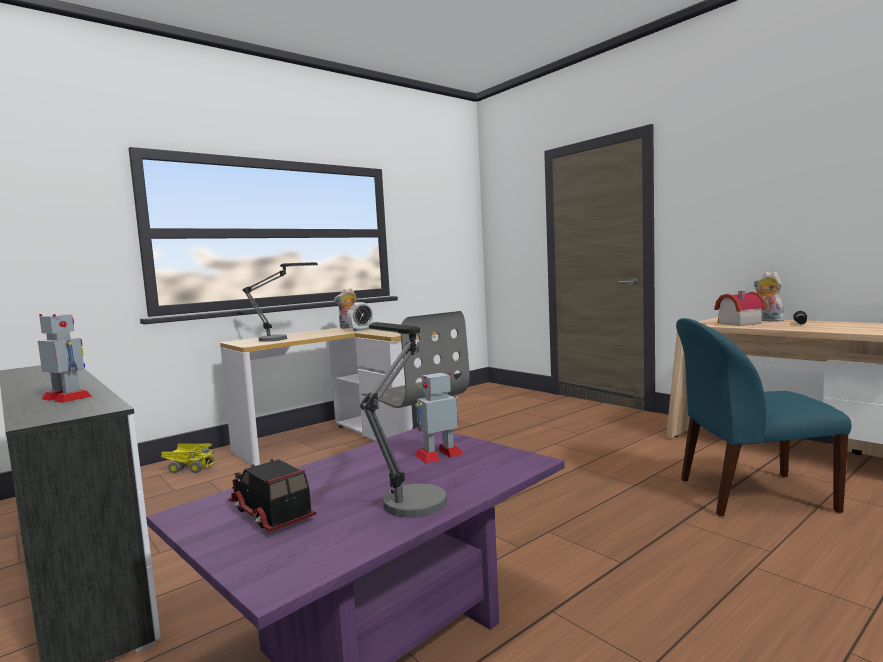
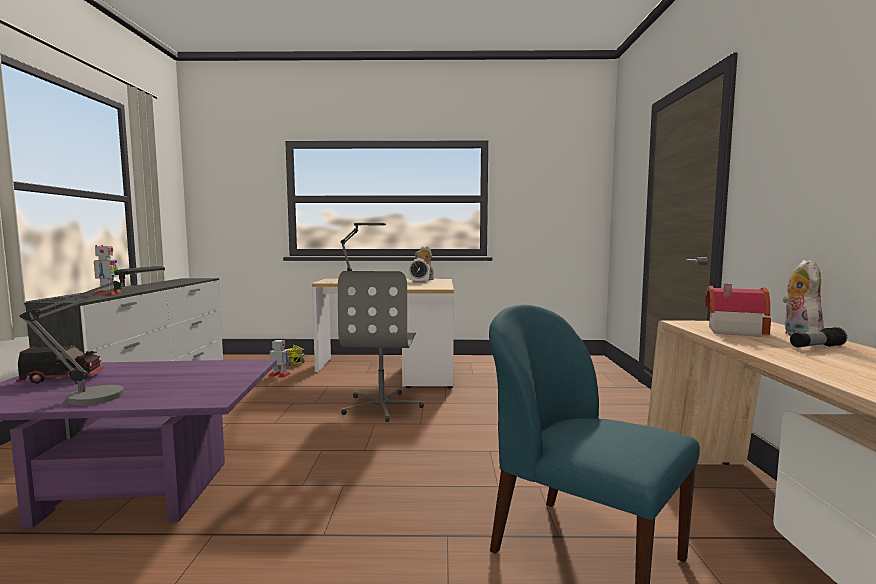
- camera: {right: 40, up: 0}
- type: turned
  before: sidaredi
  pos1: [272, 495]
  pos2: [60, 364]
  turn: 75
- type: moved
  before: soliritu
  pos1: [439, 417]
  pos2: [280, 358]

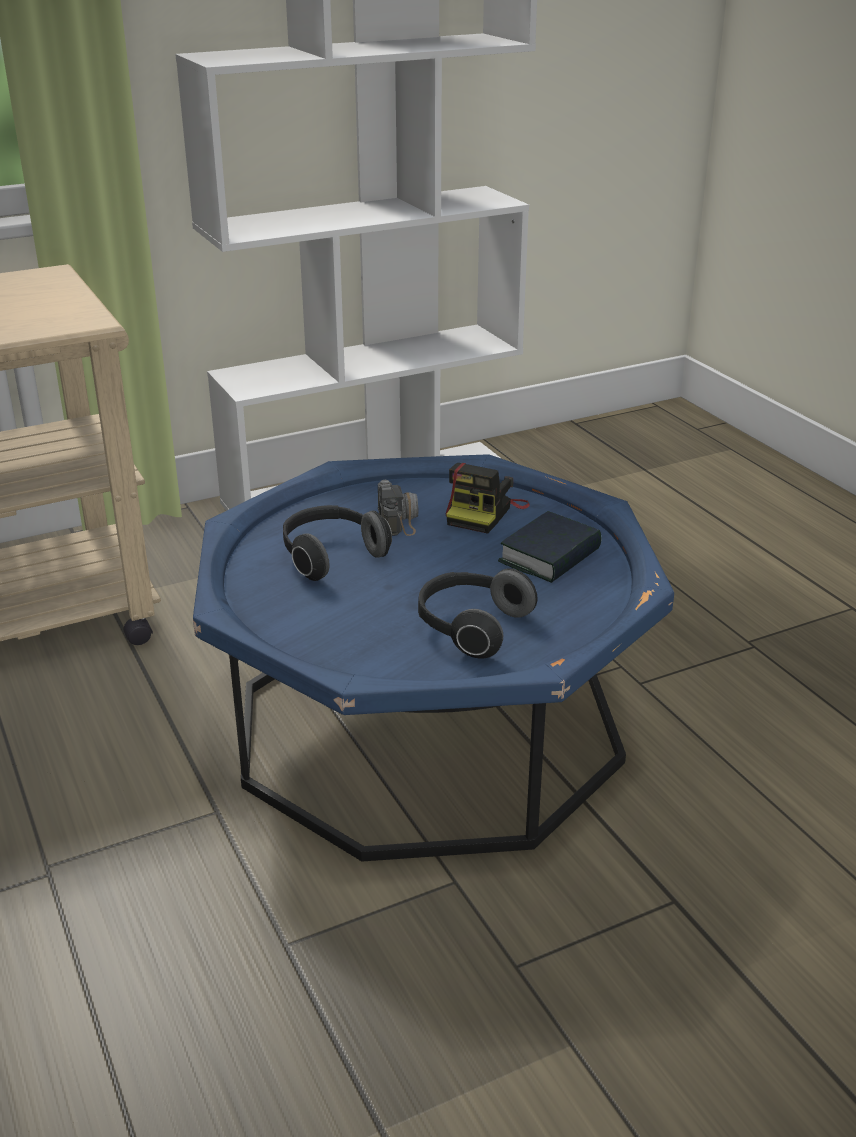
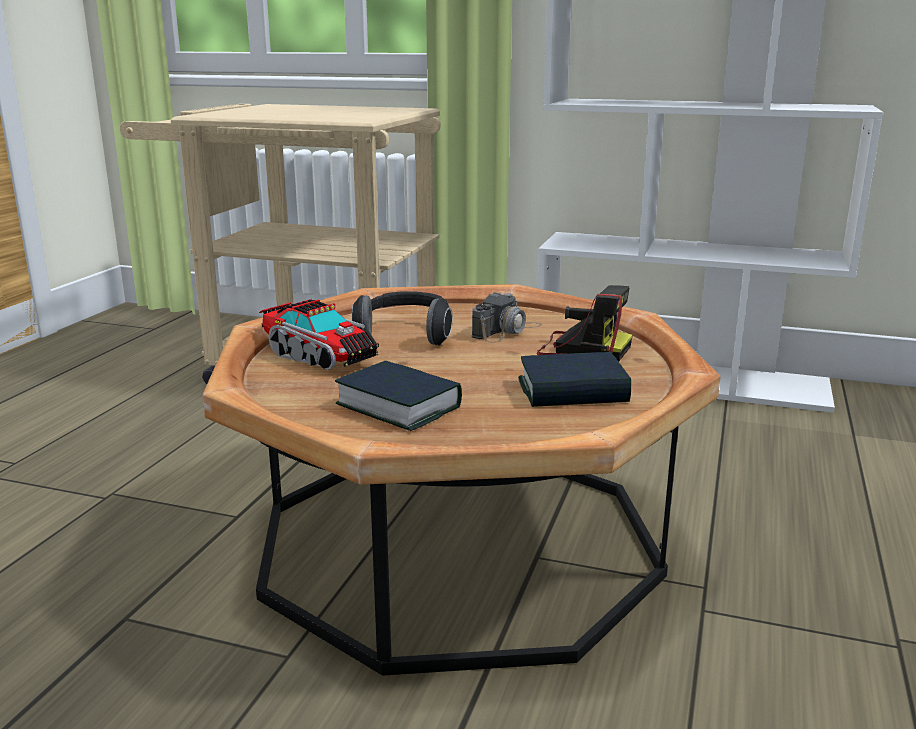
- camera: {right: 45, up: -10}
- type: recoloured
  before: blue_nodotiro
  after: brown_nodotiro
  pos1: [433, 658]
  pos2: [461, 480]
- type: replaced
  before: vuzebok
  after: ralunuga
  pos1: [477, 613]
  pos2: [398, 396]
- type: turned
  before: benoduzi
  pos1: [488, 498]
  pos2: [584, 323]
  turn: -135
- type: added
  after: sidaredi
  pos2: [319, 334]

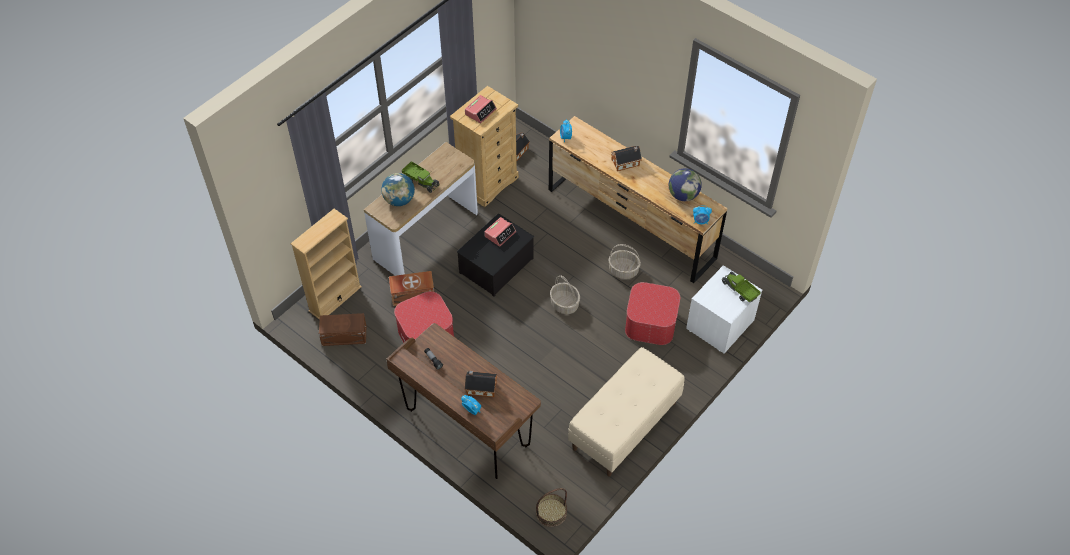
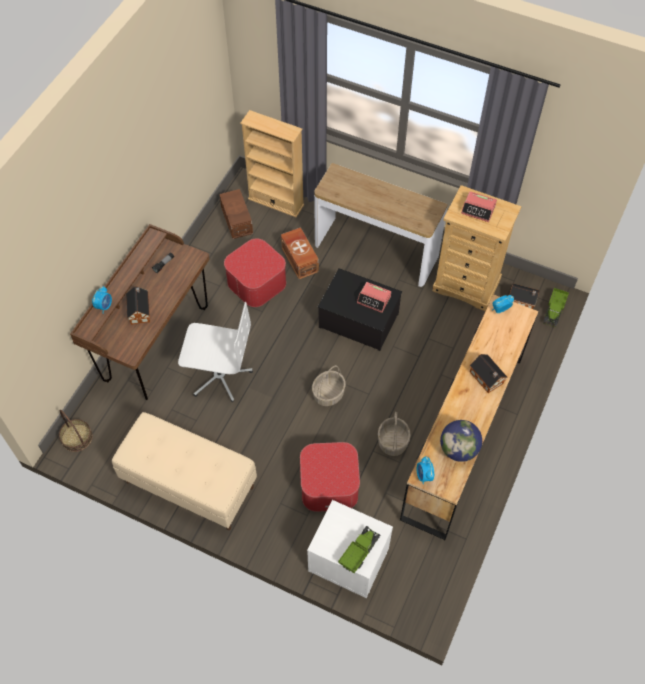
- camera: {right: 75, up: 5}
- type: removed
  before: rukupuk
  pos1: [398, 189]
- type: moved
  before: sidaredi
  pos1: [421, 177]
  pos2: [556, 307]
- type: added
  after: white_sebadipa
  pos2: [215, 352]

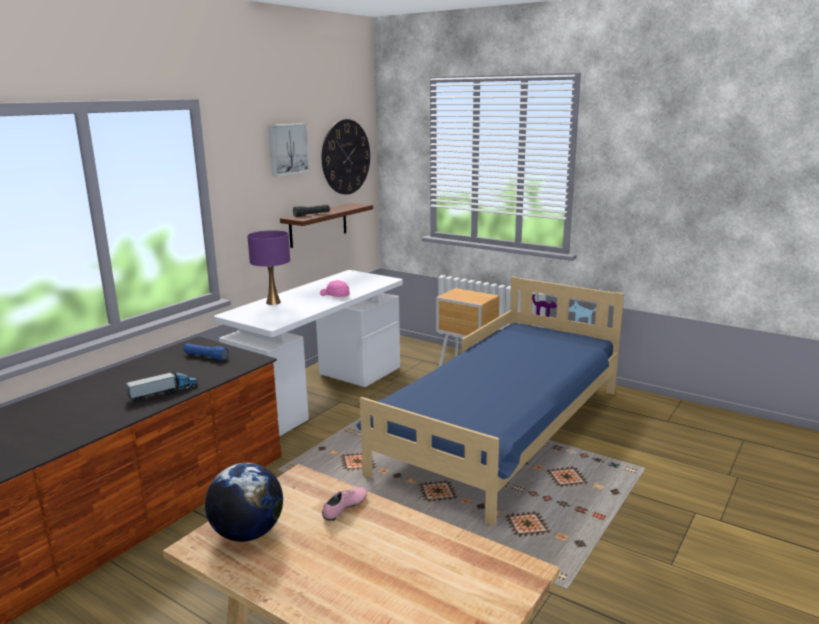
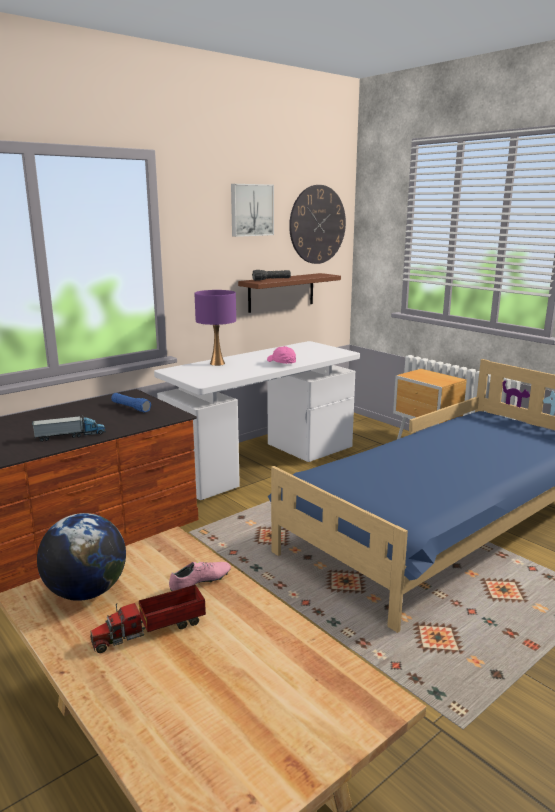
- camera: {right: 15, up: 0}
- type: added
  after: sidaredi
  pos2: [148, 619]

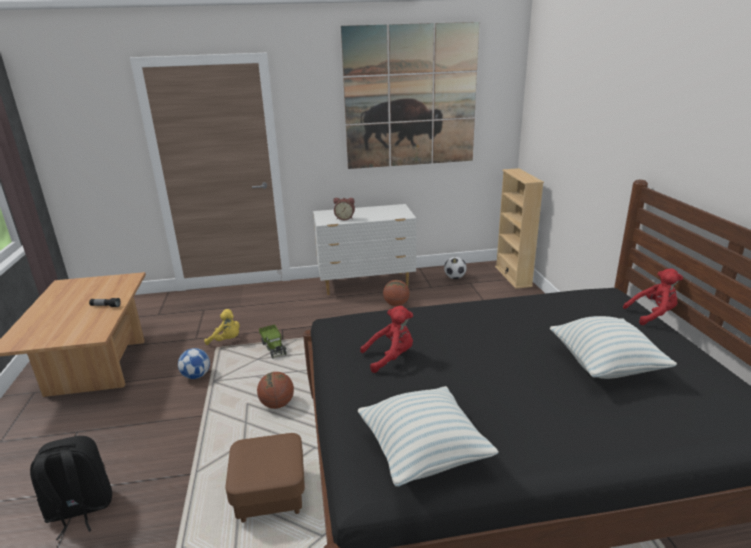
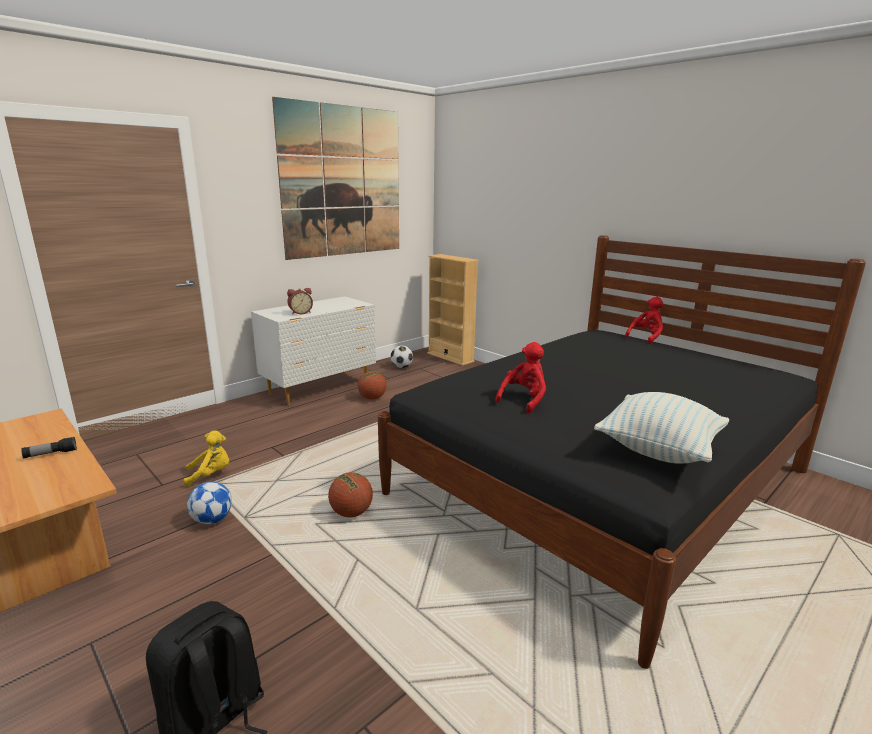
- camera: {right: -35, up: -5}
- type: removed
  before: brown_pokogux
  pos1: [265, 477]
- type: removed
  before: sidaredi
  pos1: [272, 341]
- type: removed
  before: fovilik
  pos1: [613, 347]

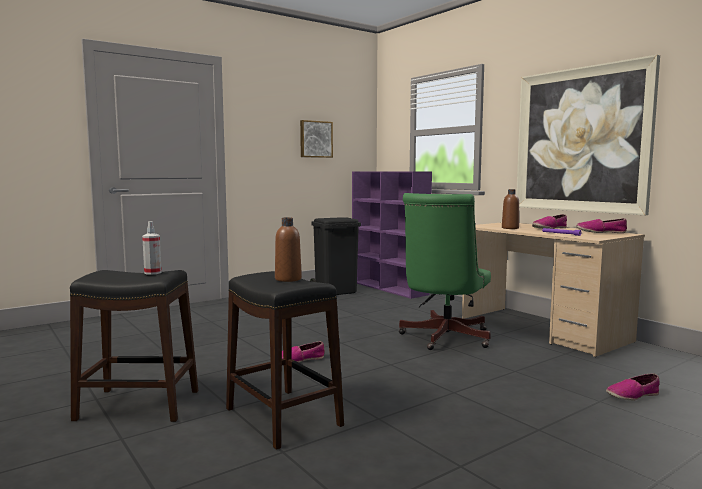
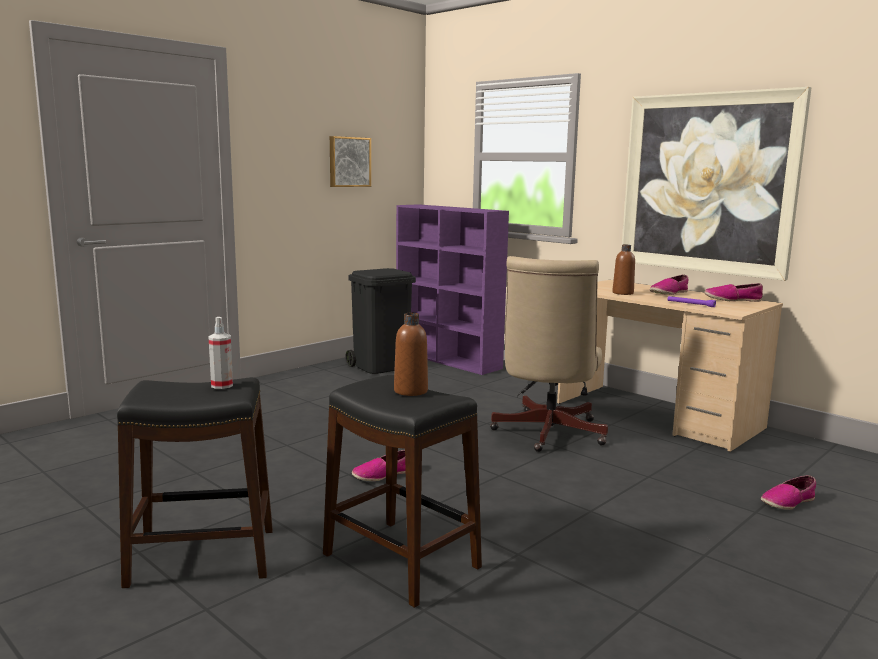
- camera: {right: -10, up: 5}
- type: recoloured
  before: green_sebadipa
  after: beige_sebadipa
  pos1: [445, 271]
  pos2: [549, 354]

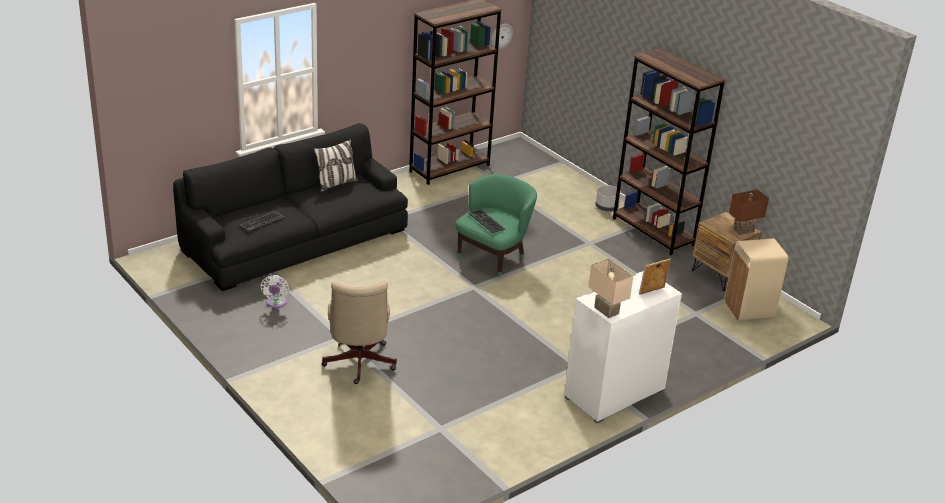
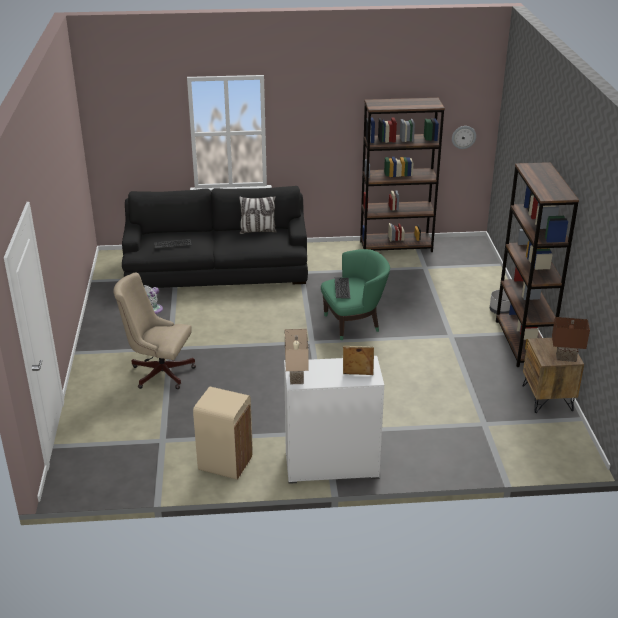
- camera: {right: 35, up: 0}
- type: turned
  before: beige_sebadipa
  pos1: [359, 332]
  pos2: [154, 330]
  turn: 75
- type: moved
  before: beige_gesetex
  pos1: [756, 279]
  pos2: [223, 433]

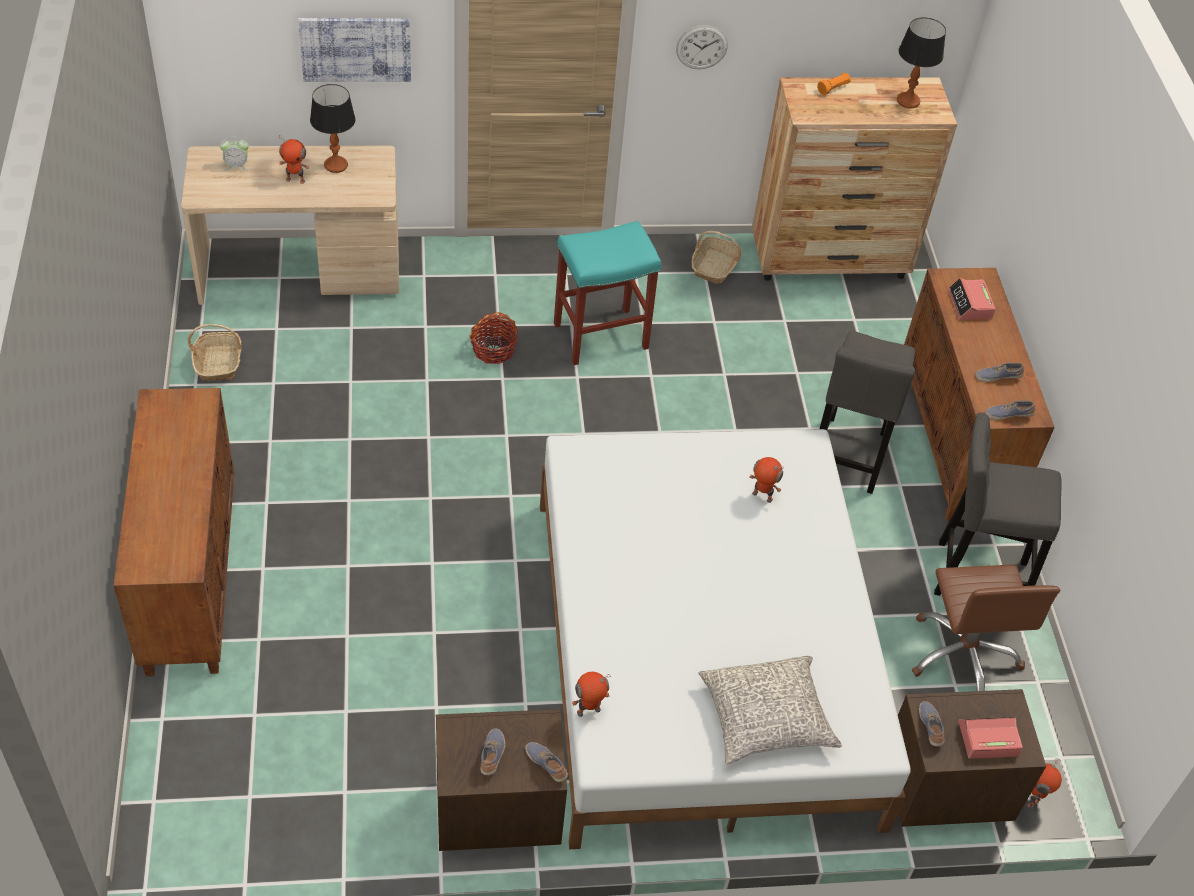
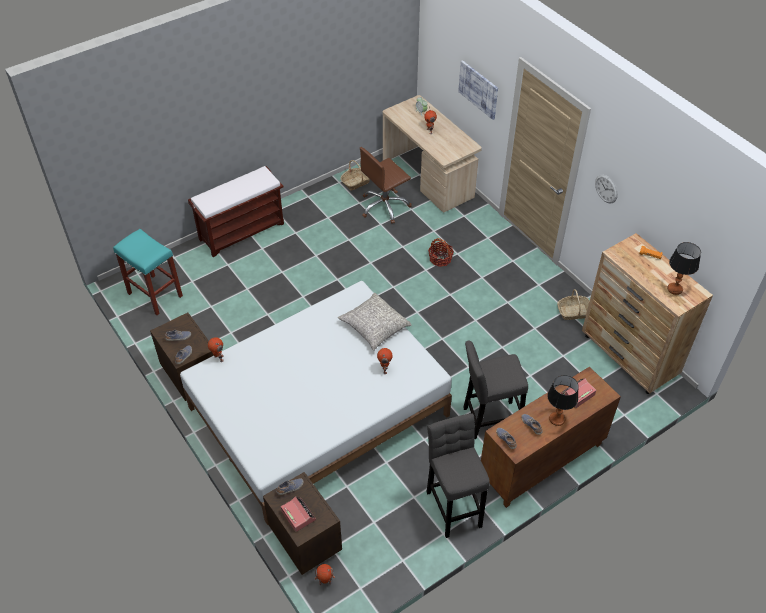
- camera: {right: 65, up: 0}
- type: replaced
  before: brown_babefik
  after: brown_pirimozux
  pos1: [173, 532]
  pos2: [236, 211]
- type: moved
  before: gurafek
  pos1: [333, 128]
  pos2: [563, 400]
- type: moved
  before: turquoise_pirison
  pos1: [607, 293]
  pos2: [148, 272]
- type: moved
  before: grey_fovilik
  pos1: [770, 710]
  pos2: [375, 322]
- type: moved
  before: brown_sebadipa
  pos1: [986, 627]
  pos2: [386, 185]

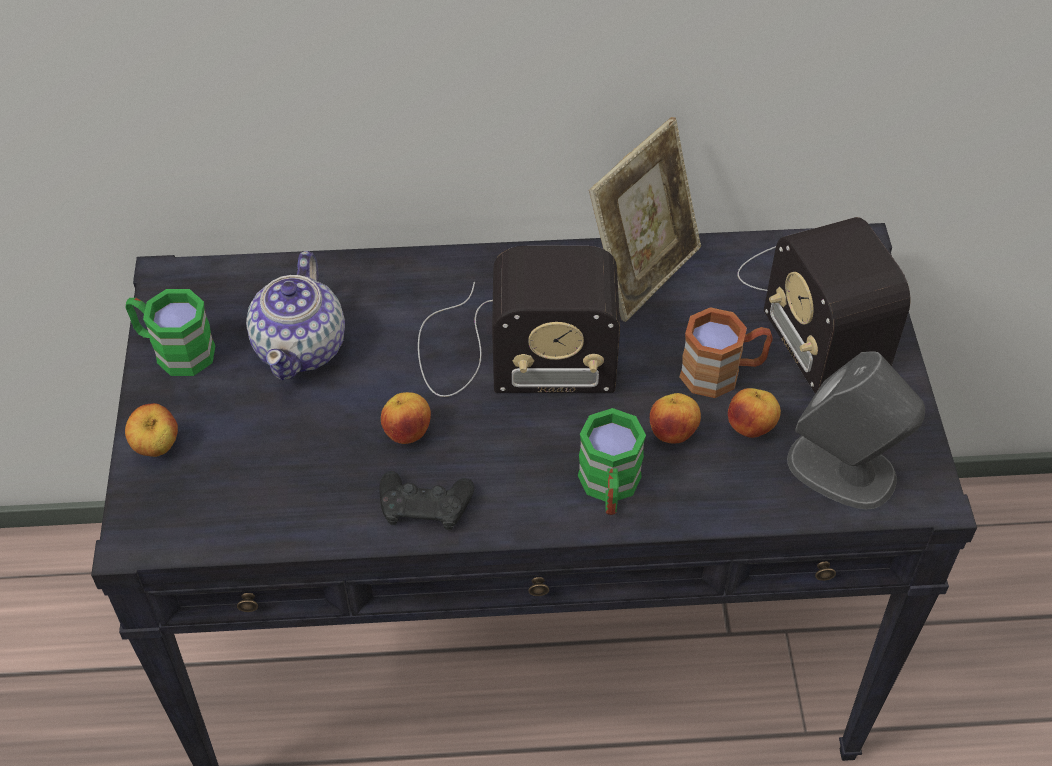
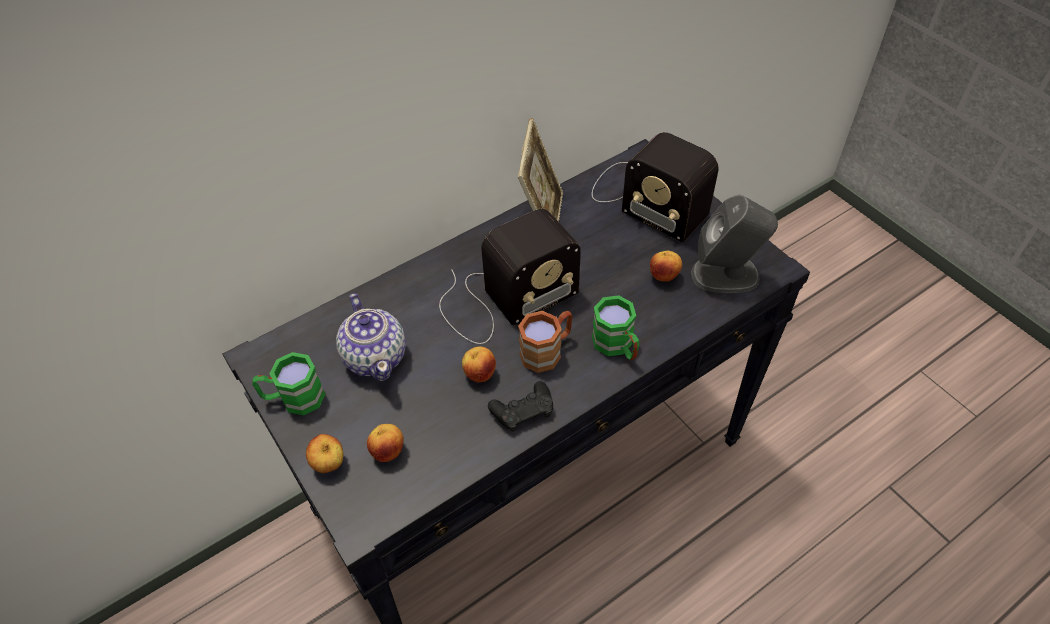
- camera: {right: -30, up: 0}
- type: moved
  before: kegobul
  pos1: [675, 418]
  pos2: [385, 443]
- type: moved
  before: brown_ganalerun
  pos1: [726, 352]
  pos2: [545, 342]

